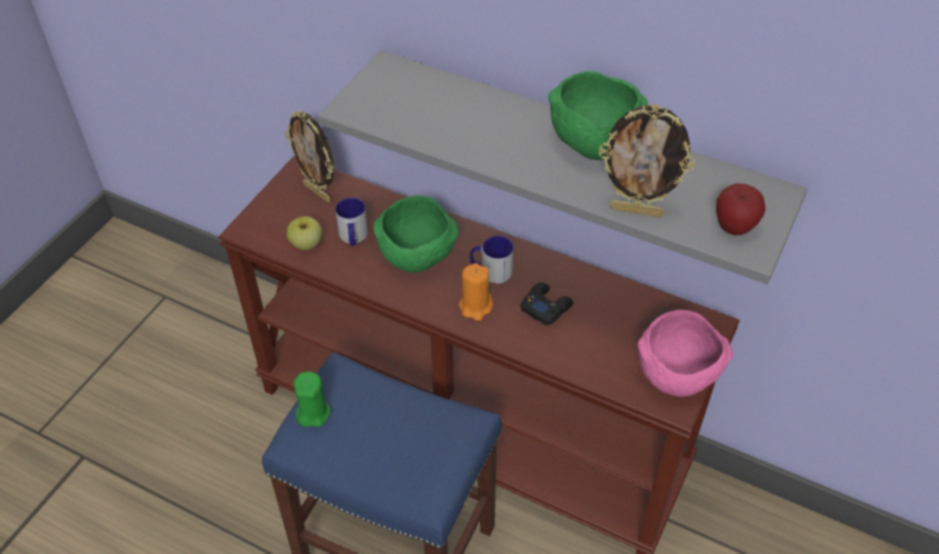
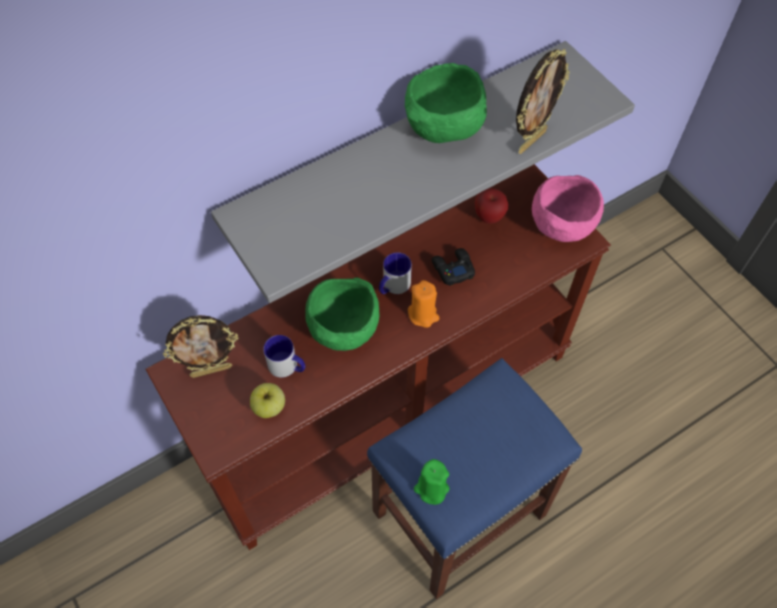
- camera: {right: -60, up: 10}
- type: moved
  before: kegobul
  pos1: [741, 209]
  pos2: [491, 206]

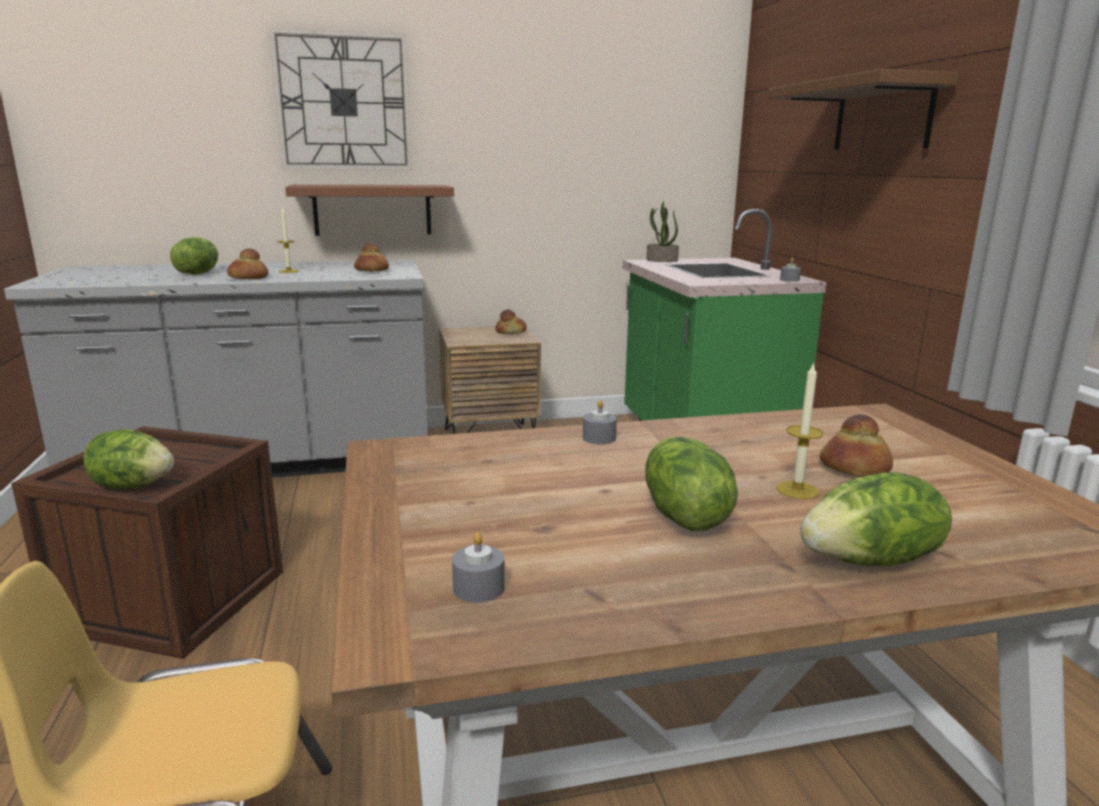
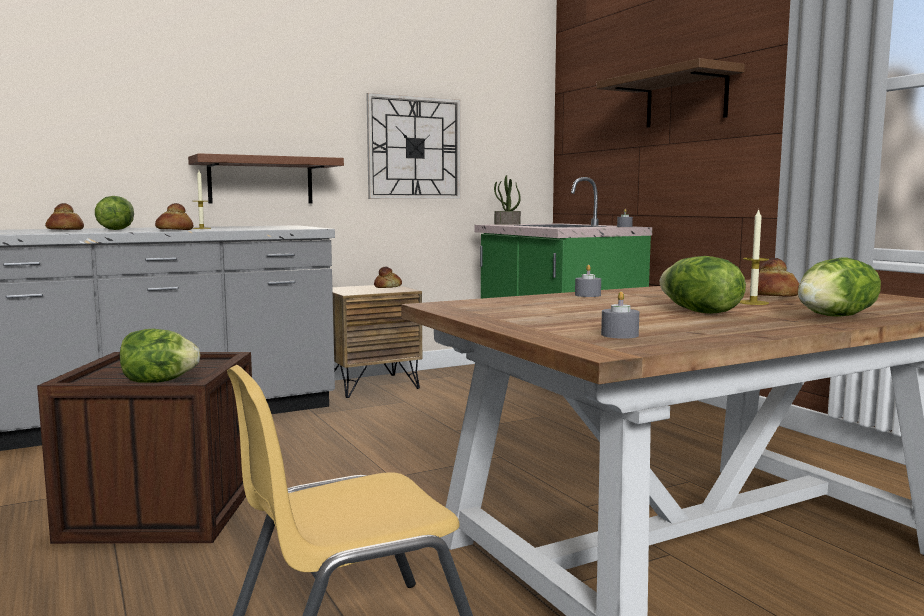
- camera: {right: -15, up: -10}
- type: moved
  before: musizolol
  pos1: [340, 99]
  pos2: [413, 146]
- type: moved
  before: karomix
  pos1: [371, 257]
  pos2: [64, 216]

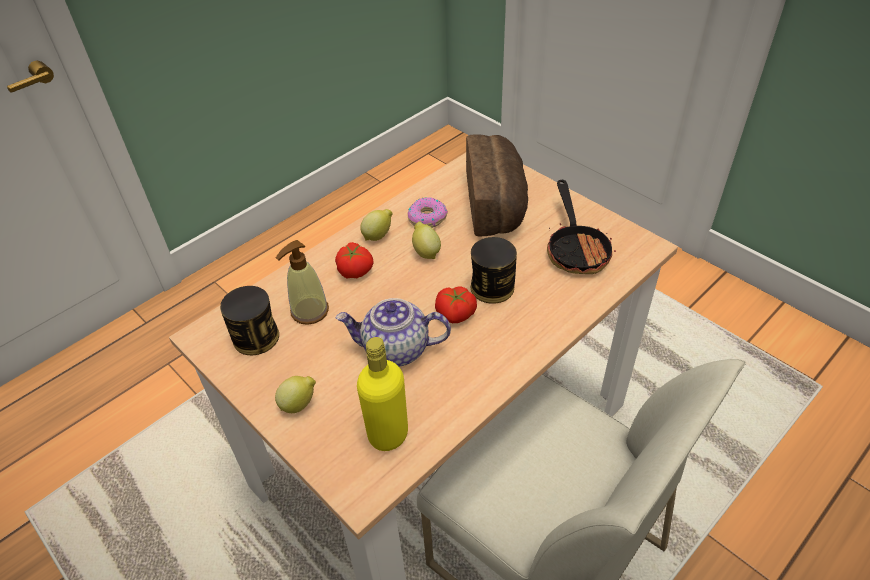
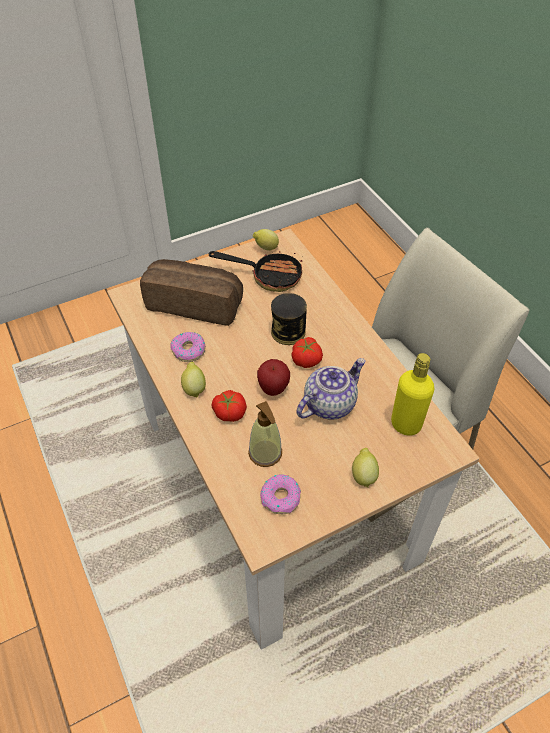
- camera: {right: -75, up: 5}
- type: replaced
  before: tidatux
  after: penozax
  pos1: [249, 320]
  pos2: [280, 494]
- type: turned
  before: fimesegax
  pos1: [393, 332]
  pos2: [331, 389]
  turn: -150
- type: moved
  before: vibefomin
  pos1: [426, 240]
  pos2: [266, 240]
- type: added
  after: kegobul
  pos2: [273, 377]

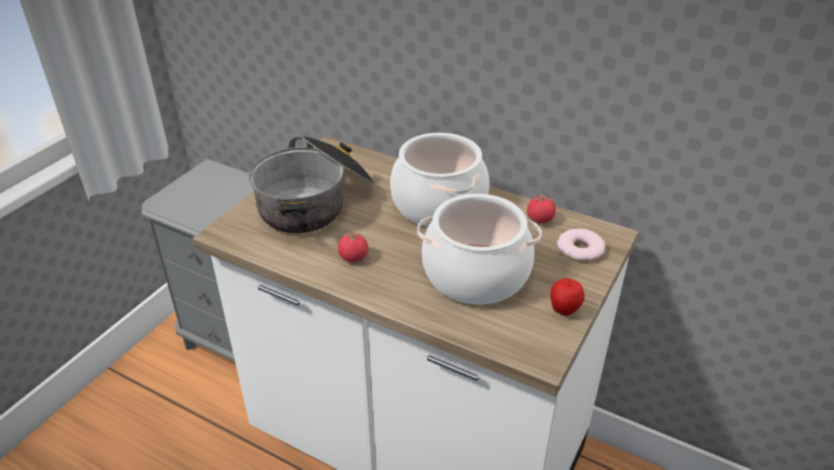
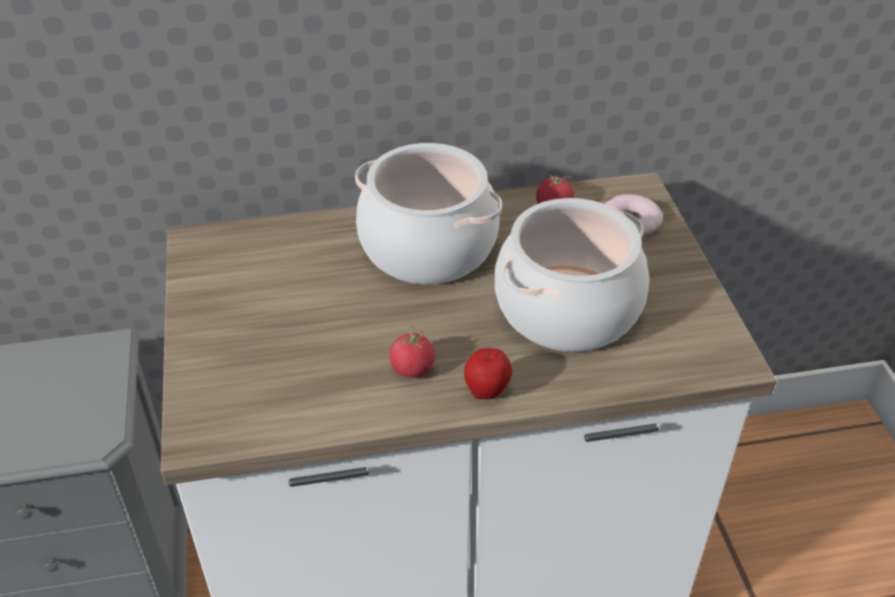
- camera: {right: -40, up: 5}
- type: removed
  before: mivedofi
  pos1: [311, 184]
- type: moved
  before: kegobul
  pos1: [567, 297]
  pos2: [488, 373]

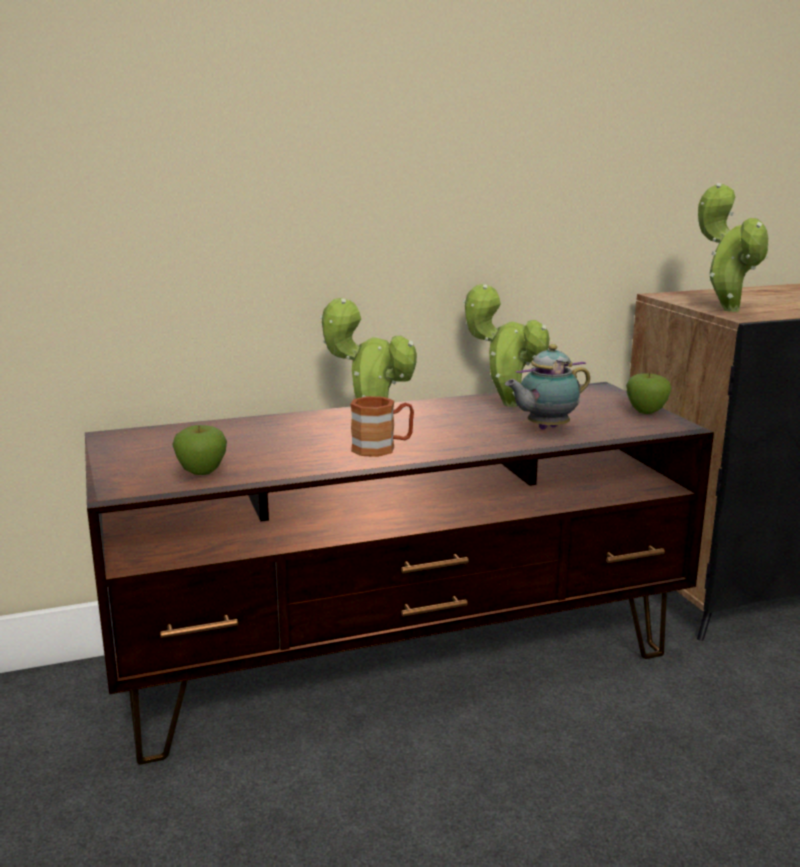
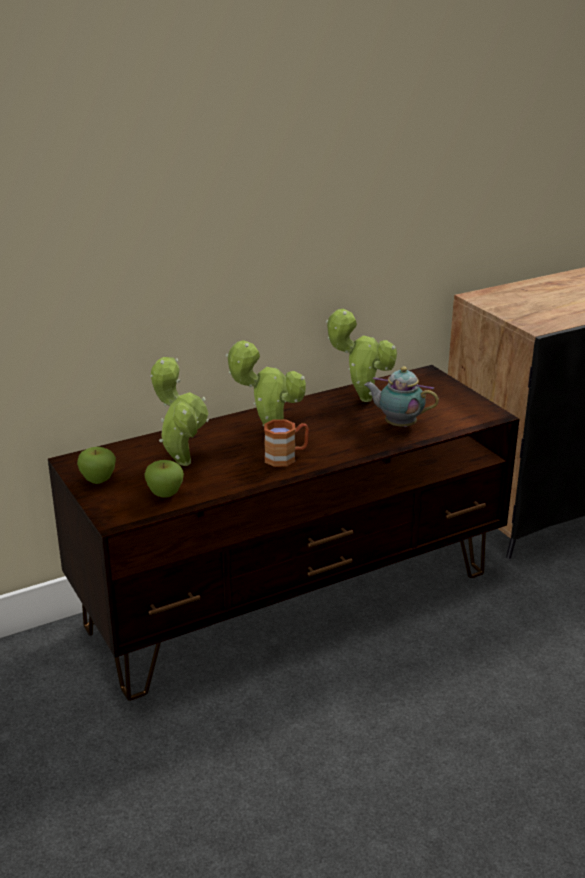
- camera: {right: -10, up: 10}
- type: turned
  before: fimesegax
  pos1: [547, 387]
  pos2: [401, 396]
  turn: 60
- type: moved
  before: kegobul
  pos1: [648, 393]
  pos2: [96, 465]
- type: moved
  before: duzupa
  pos1: [733, 247]
  pos2: [180, 411]

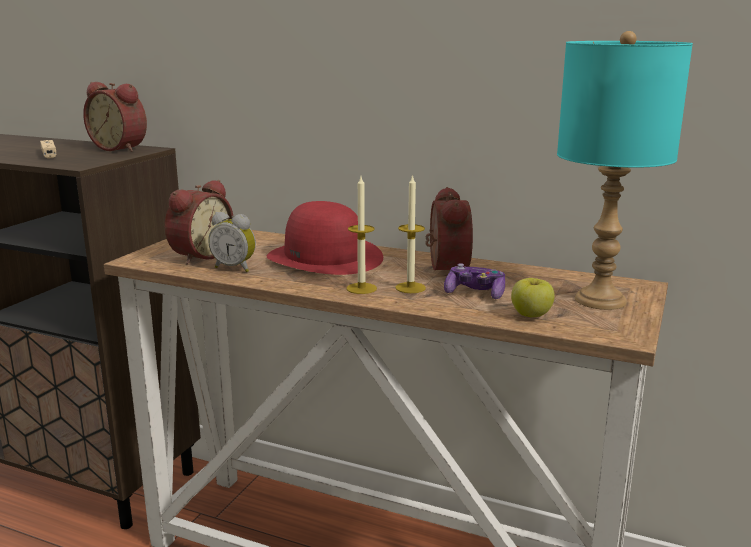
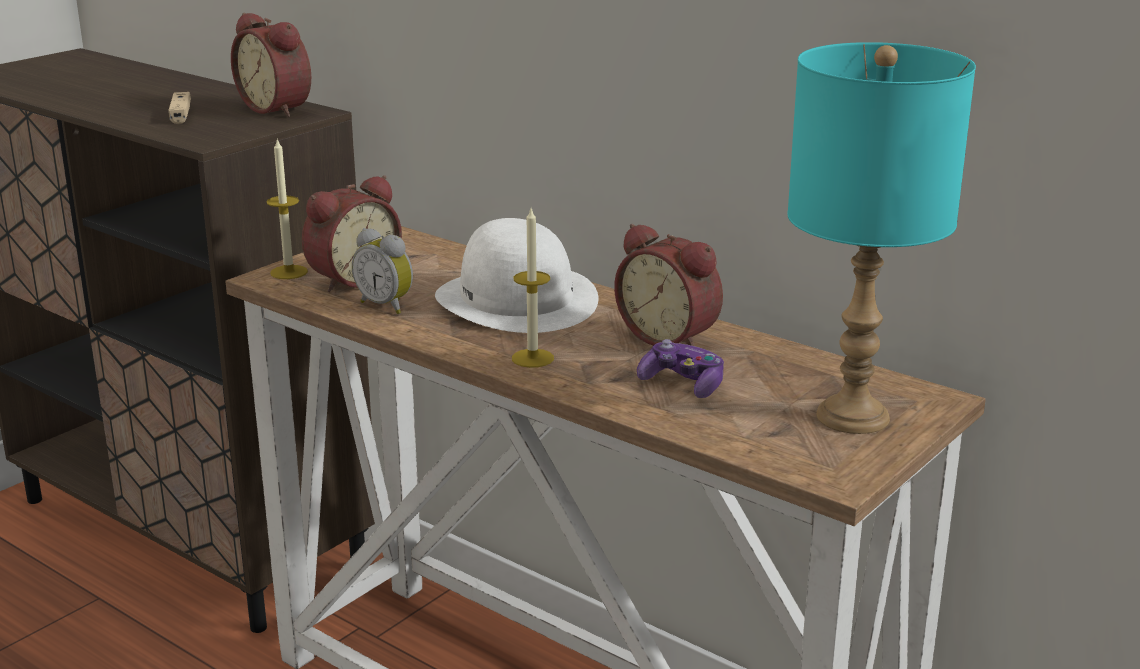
- camera: {right: 15, up: 5}
- type: recoloured
  before: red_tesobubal
  after: white_tesobubal
  pos1: [325, 238]
  pos2: [517, 275]
- type: moved
  before: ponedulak
  pos1: [410, 233]
  pos2: [287, 208]
- type: turned
  before: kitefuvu
  pos1: [449, 228]
  pos2: [668, 285]
  turn: 120
- type: removed
  before: kegobul
  pos1: [533, 297]

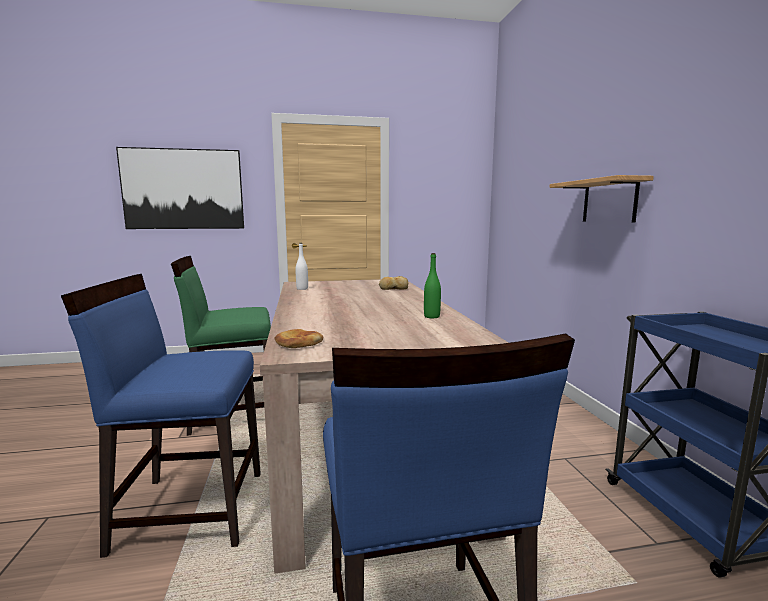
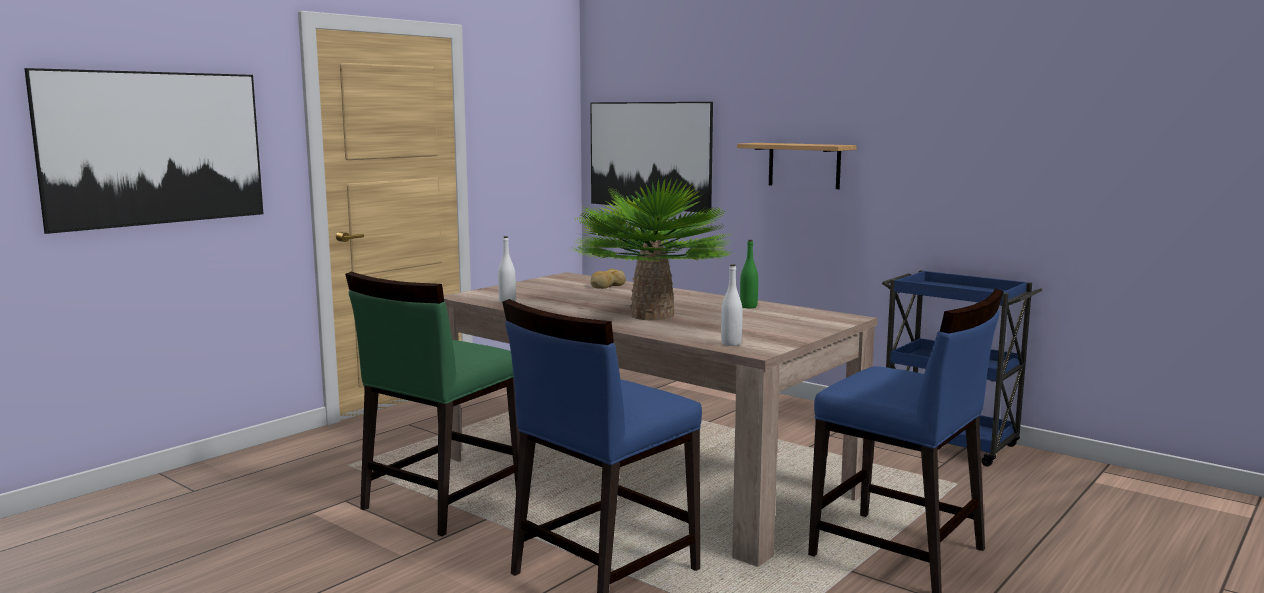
- camera: {right: -40, up: 0}
- type: replaced
  before: karomix
  after: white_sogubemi
  pos1: [299, 338]
  pos2: [732, 305]
- type: added
  after: duzupa
  pos2: [654, 249]
- type: added
  after: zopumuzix
  pos2: [651, 157]

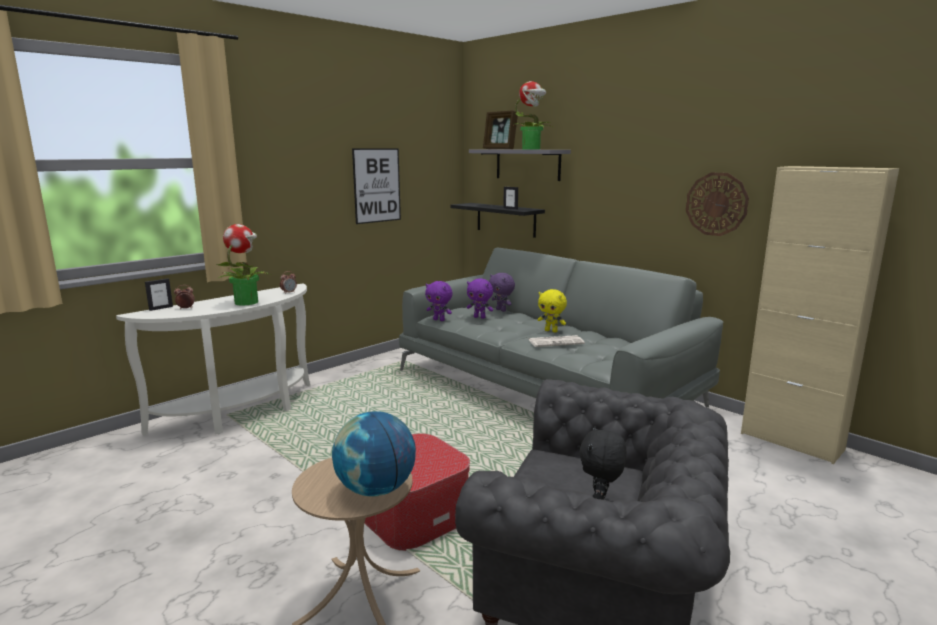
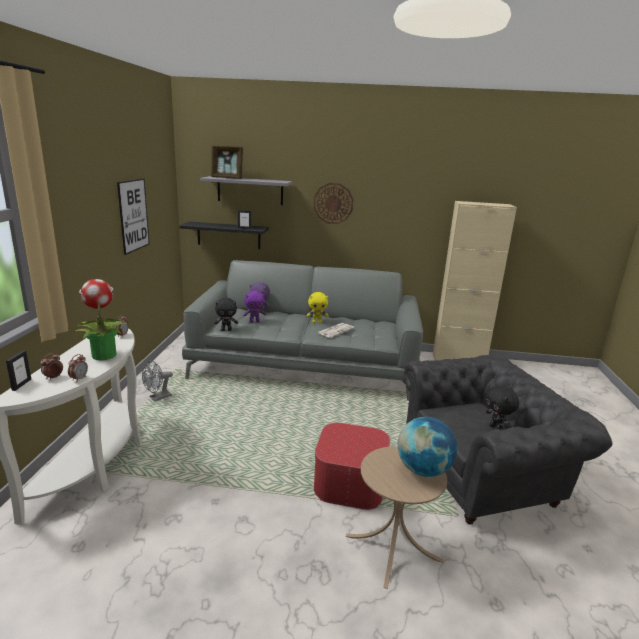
- camera: {right: -40, up: 5}
- type: recoloured
  before: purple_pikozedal
  after: black_pikozedal
  pos1: [439, 301]
  pos2: [226, 314]
- type: removed
  before: duzupa
  pos1: [532, 115]
- type: moved
  before: musizolol
  pos1: [717, 204]
  pos2: [333, 203]
- type: added
  after: kitefuvu
  pos2: [78, 368]
- type: added
  after: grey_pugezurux
  pos2: [157, 380]

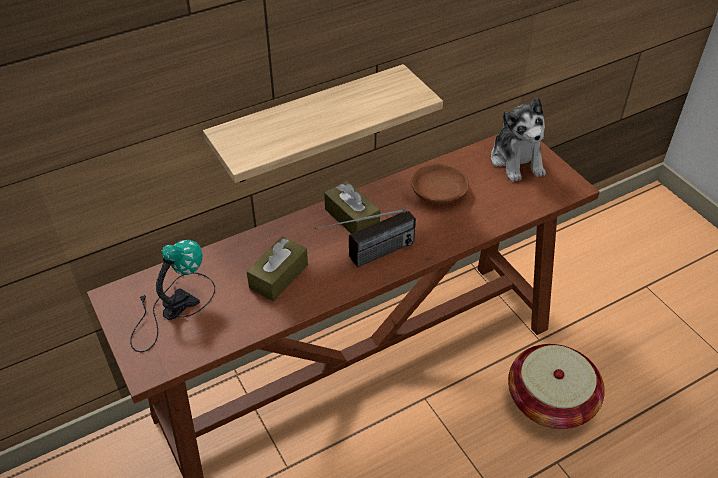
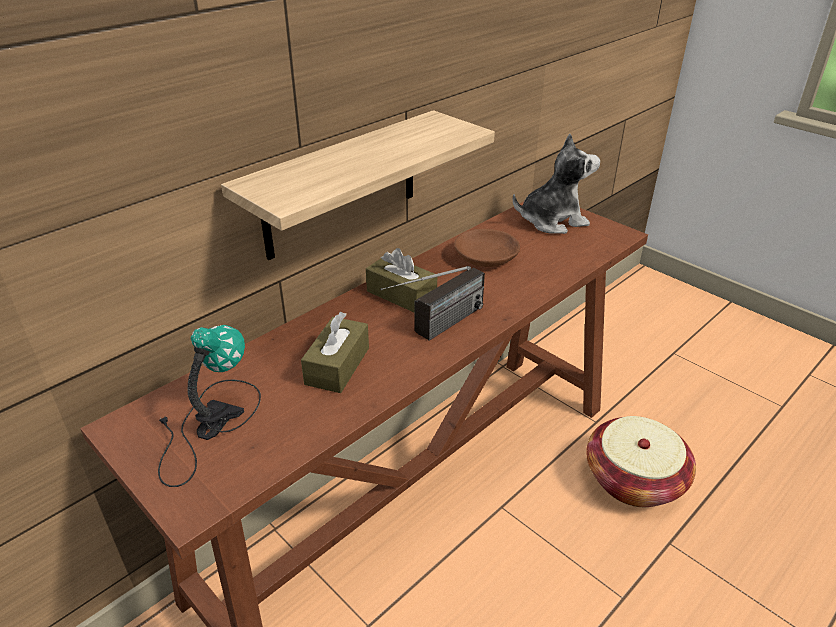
- camera: {right: -15, up: -10}
- type: turned
  before: pikozedal
  pos1: [518, 140]
  pos2: [556, 184]
  turn: -75

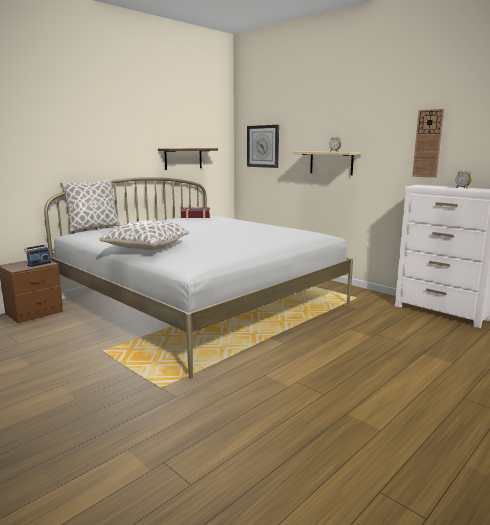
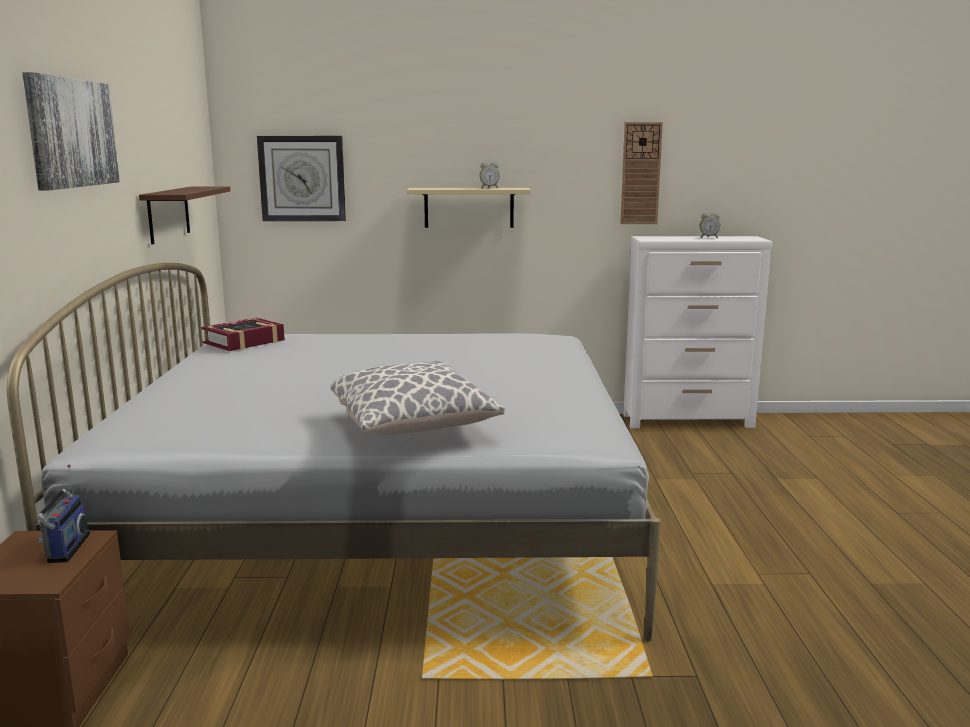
- camera: {right: -45, up: 0}
- type: removed
  before: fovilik
  pos1: [90, 205]
- type: added
  after: zopumuzix
  pos2: [71, 131]

